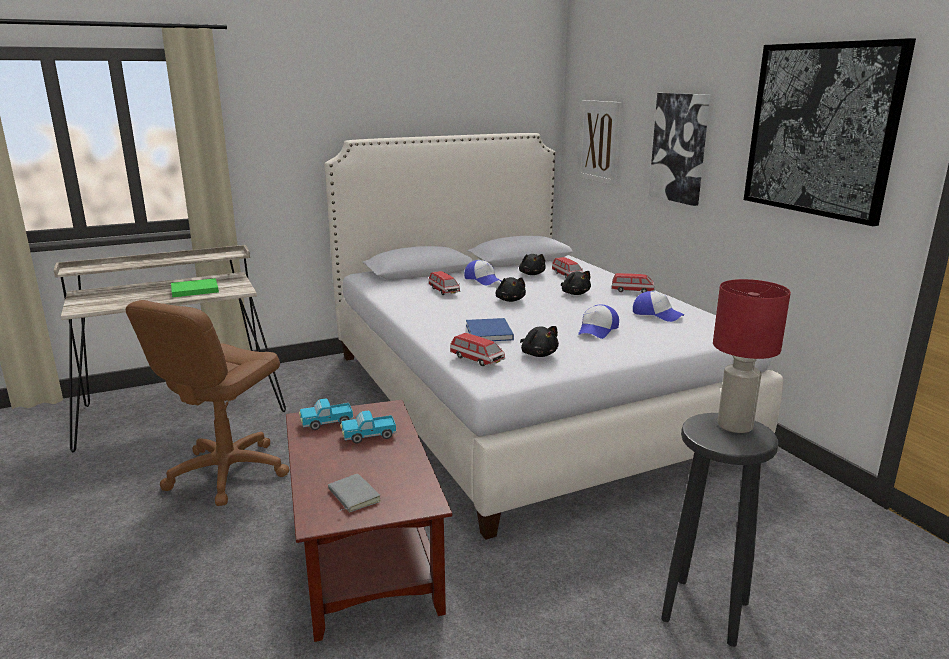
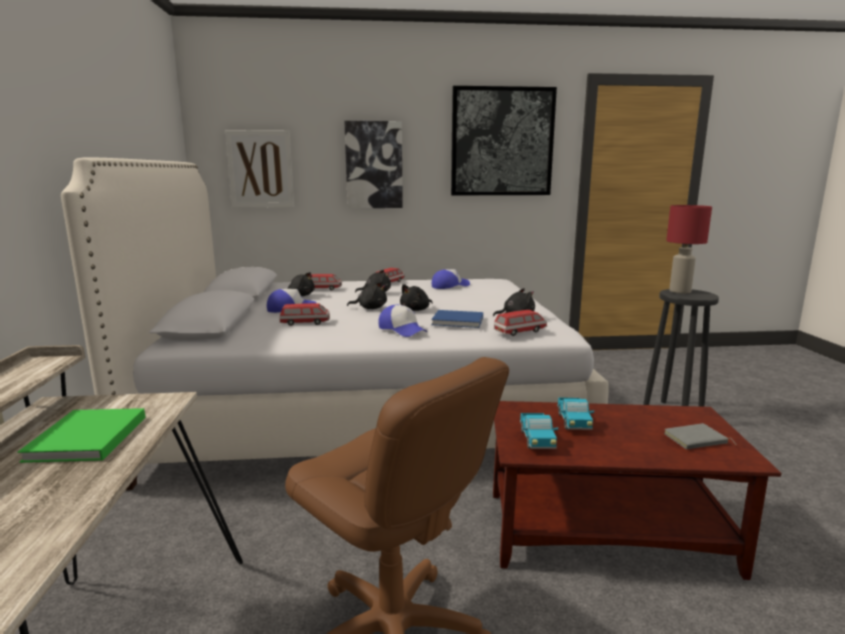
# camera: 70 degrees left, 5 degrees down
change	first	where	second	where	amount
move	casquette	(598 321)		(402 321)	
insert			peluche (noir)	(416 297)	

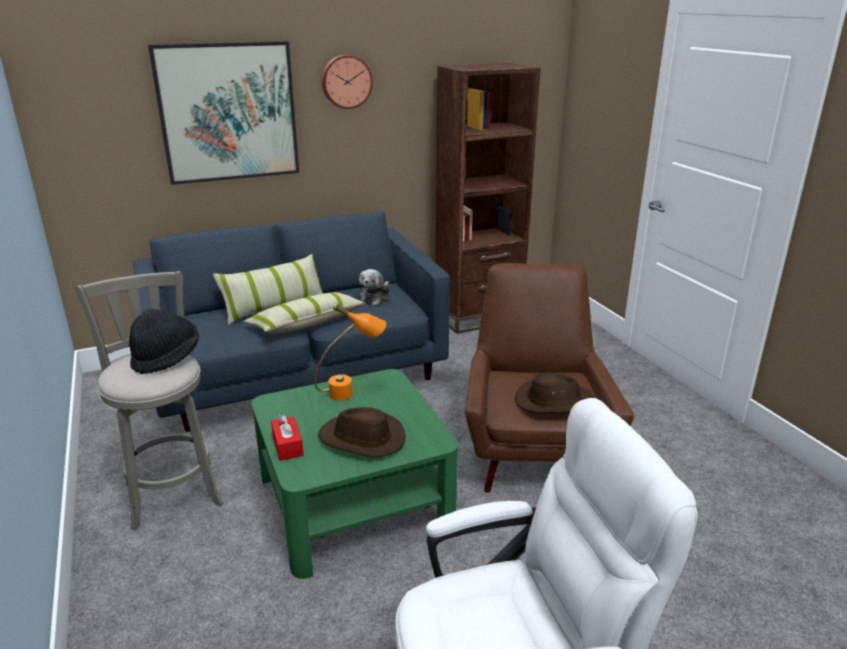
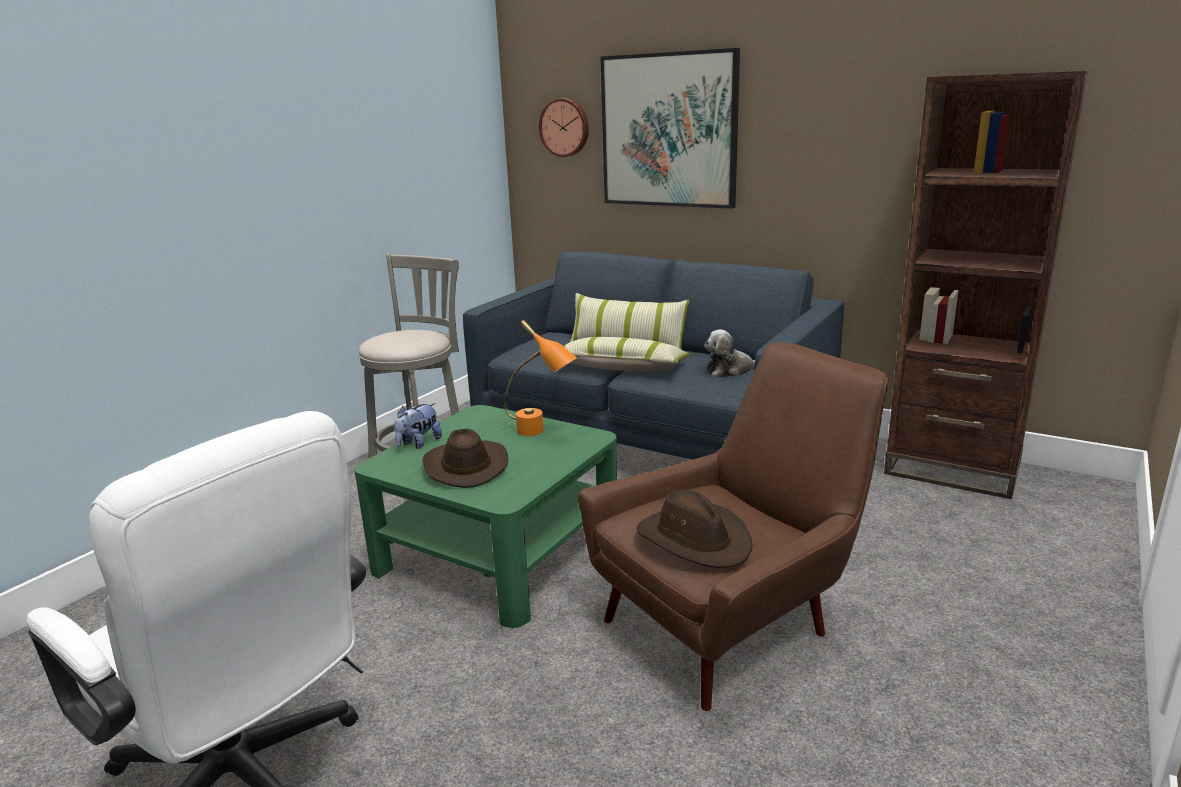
# camera: 55 degrees right, 5 degrees down
change	first	where	second	where	amount
replace	boîte à mouchoirs (rouge)	(287 437)	peluche	(418 426)	
move	horloge murale	(347 81)		(564 127)	
delete	chapeau (noir)	(164 341)			

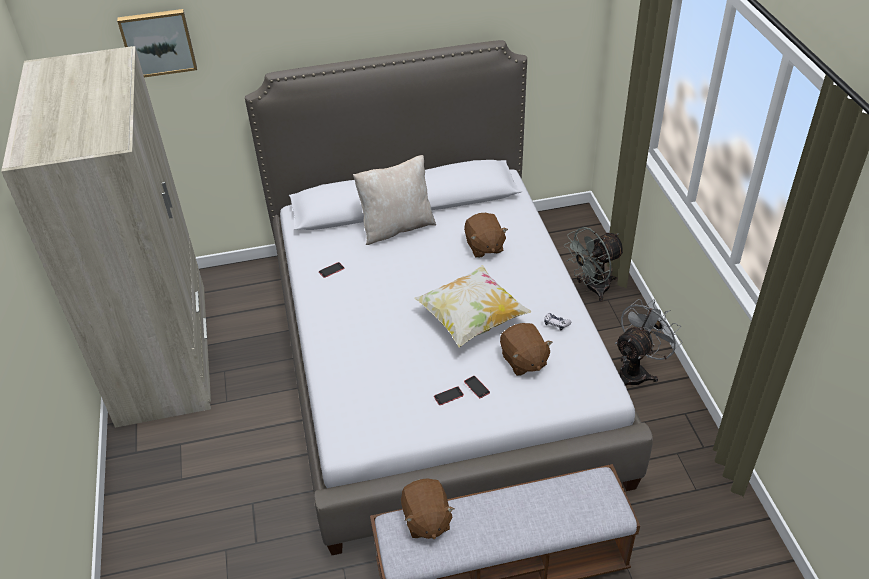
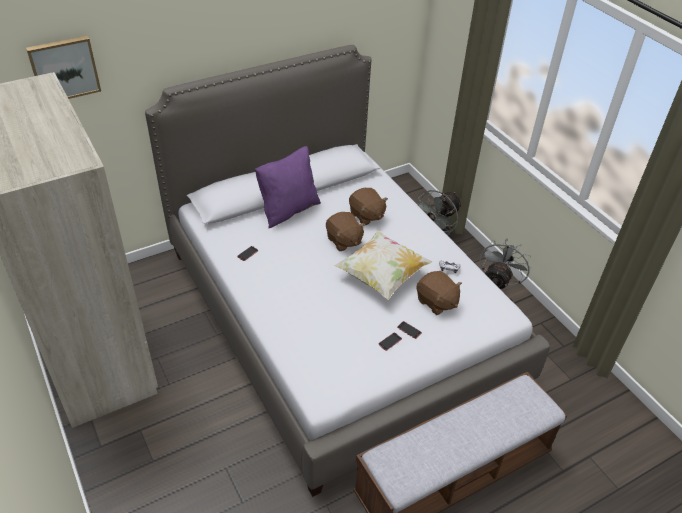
# camera: 20 degrees left, 0 degrees up
change	first	where	second	where	amount
recolor	coussin (beige)	(394 200)	coussin (violet)	(288 187)	
move	peluche (marron)	(427 508)		(346 231)	

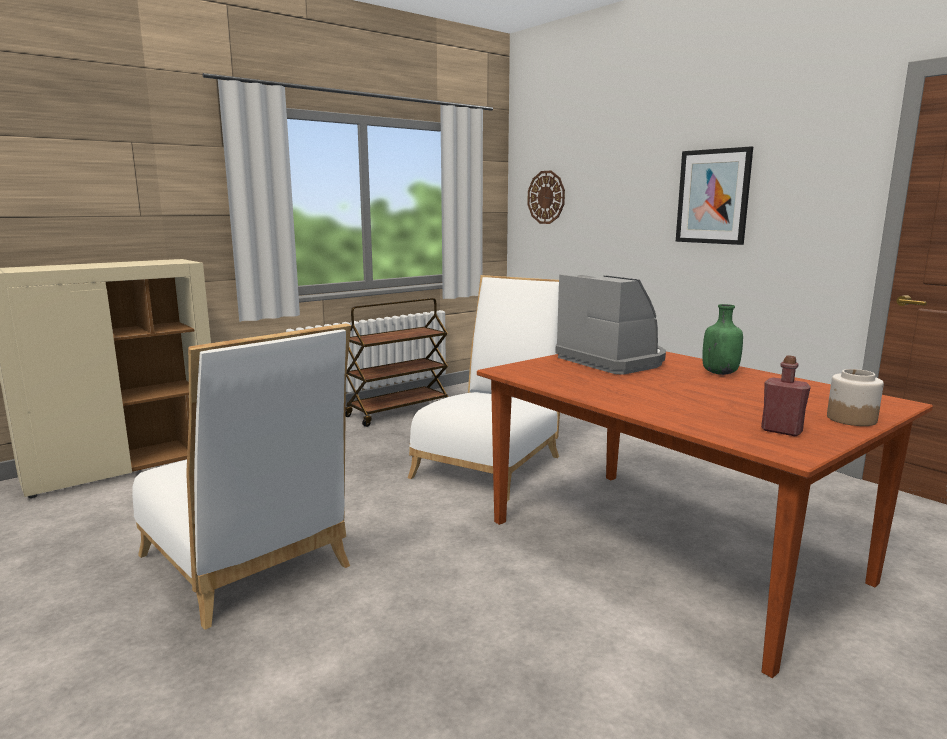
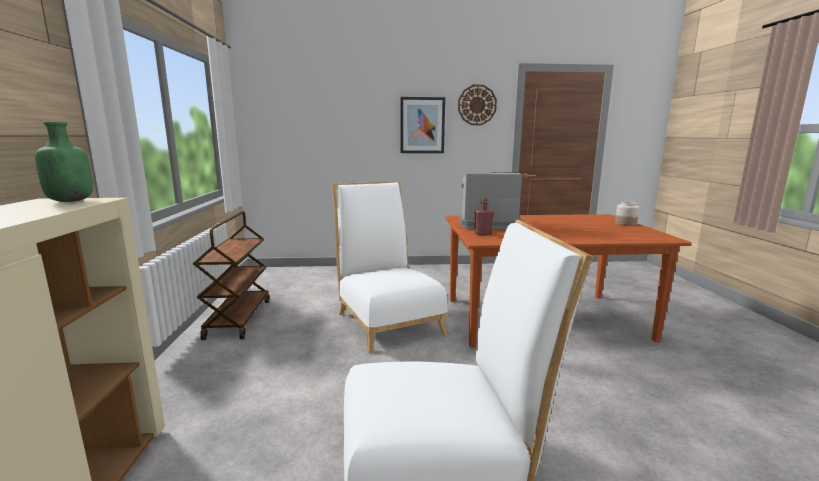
# camera: 55 degrees left, 0 degrees up
change	first	where	second	where	amount
move	bouteille (vert)	(722 339)		(64 162)	
move	horloge murale	(546 197)		(477 105)	
move	bouteille (rouge)	(786 396)		(484 216)	

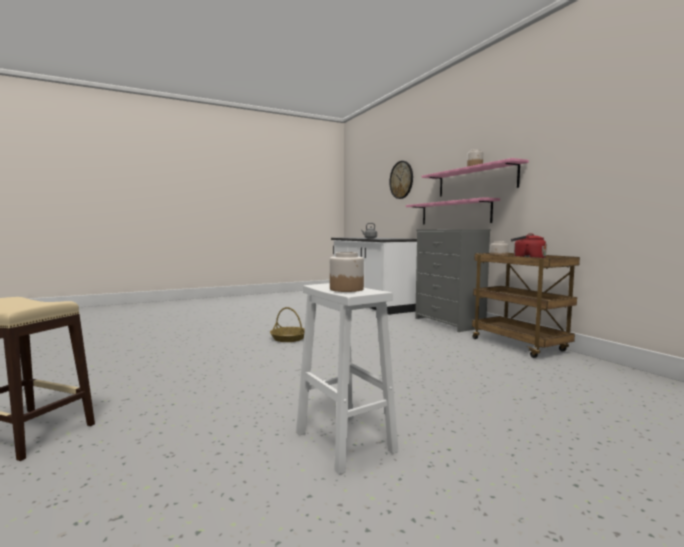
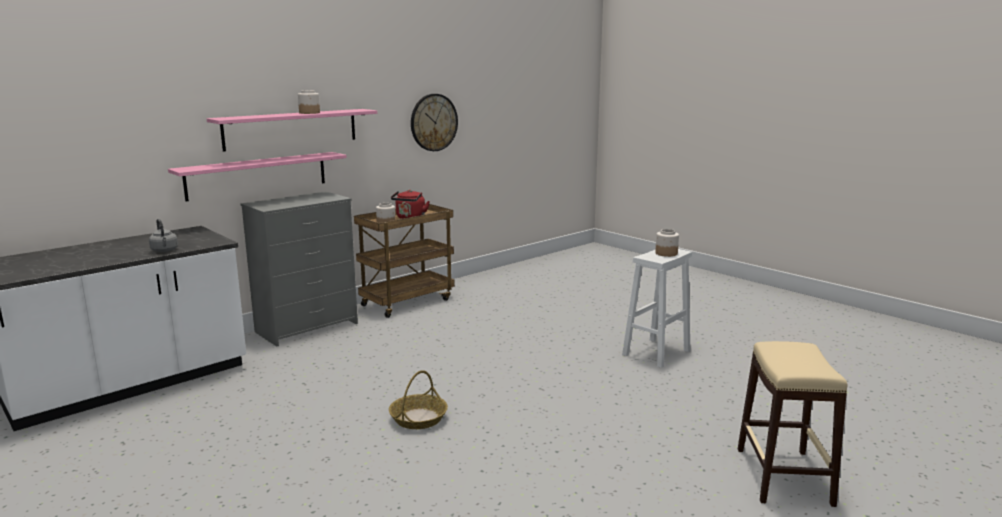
# camera: 105 degrees left, 10 degrees up
change	first	where	second	where	amount
move	horloge murale	(401 180)		(434 122)	

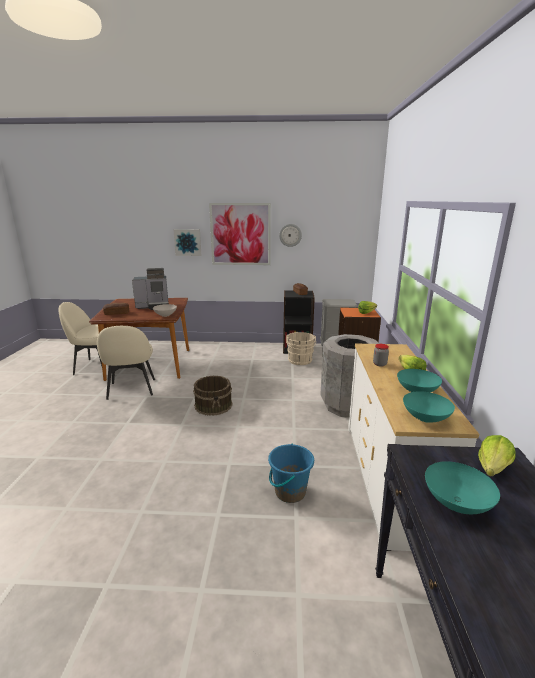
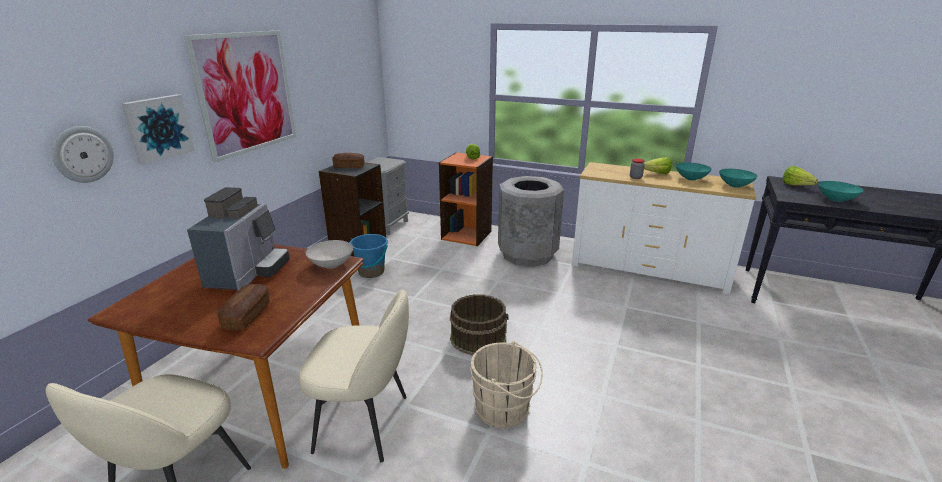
# camera: 70 degrees left, 5 degrees up
change	first	where	second	where	amount
move	horloge murale	(290 235)		(83 154)	
move	seau (bleu)	(291 473)		(369 256)	
move	seau (beige)	(301 348)		(507 385)	

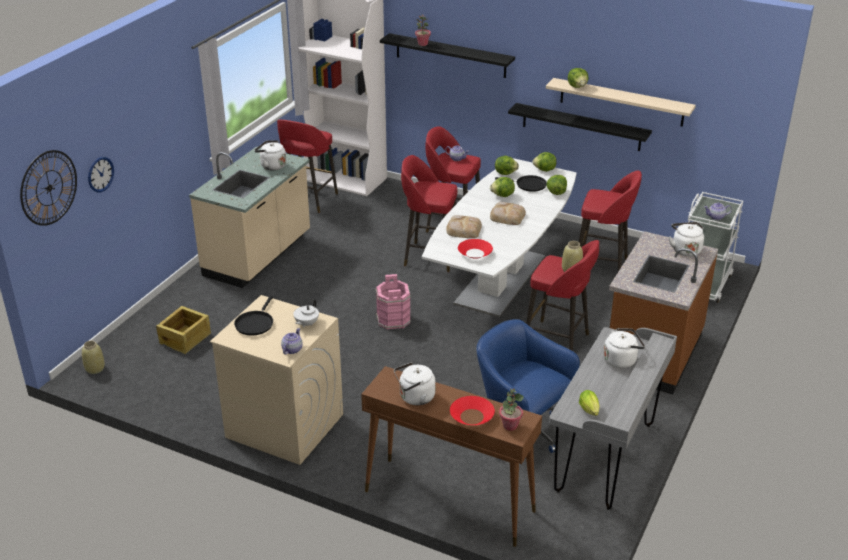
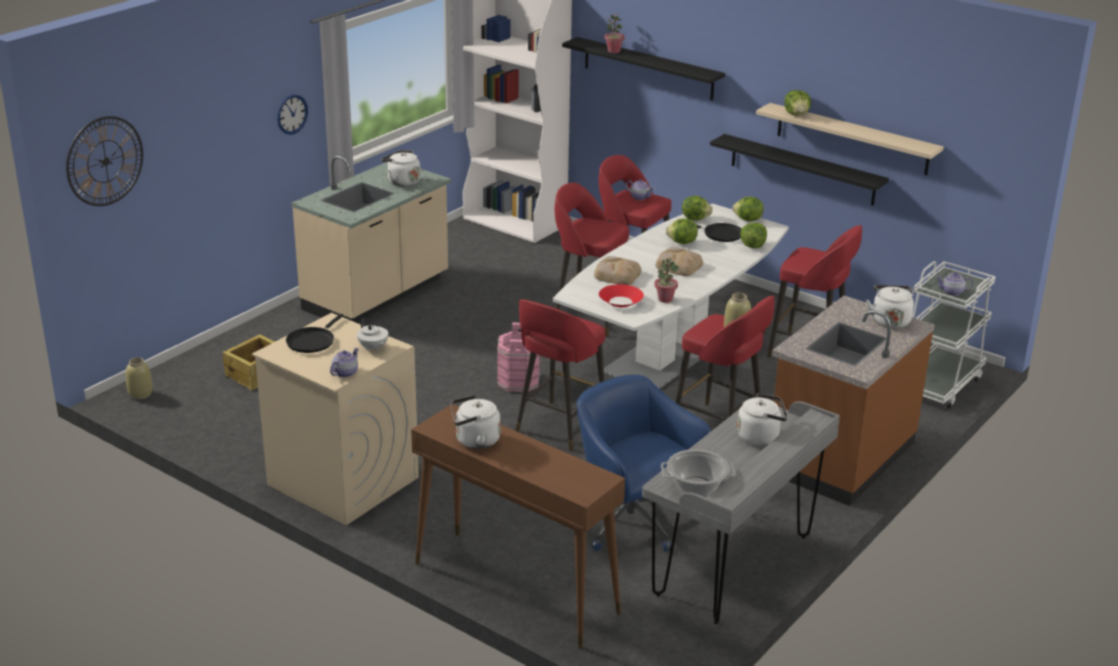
# camera: 10 degrees right, 5 degrees down
change	first	where	second	where	amount
move	horloge murale	(101 174)		(292 114)	
rotate	théière (blanc)	(306 313)		(372 334)	75 degrees counterclockwise
move	tabouret (rouge)	(307 166)		(560 375)	
move	plante en pot	(511 409)		(666 280)	
replace	laitue	(589 403)	marmite	(698 472)	
delete	bol (rouge)	(472 410)			

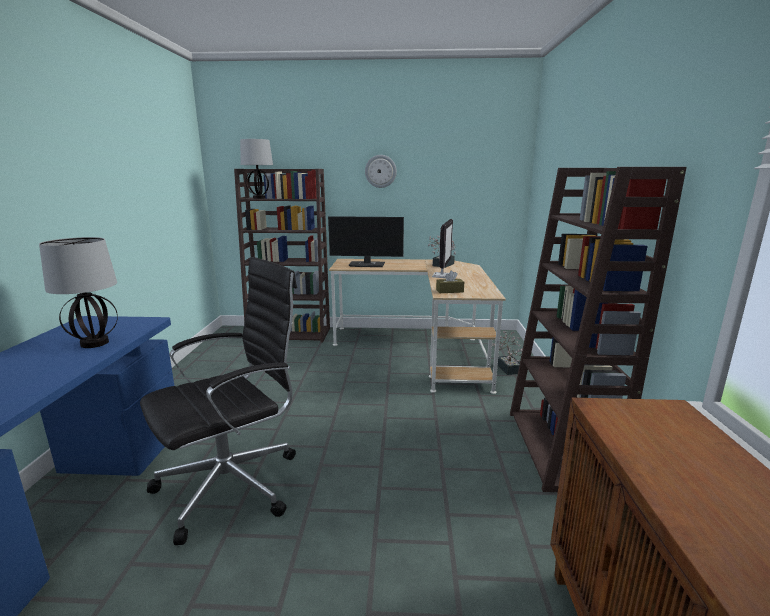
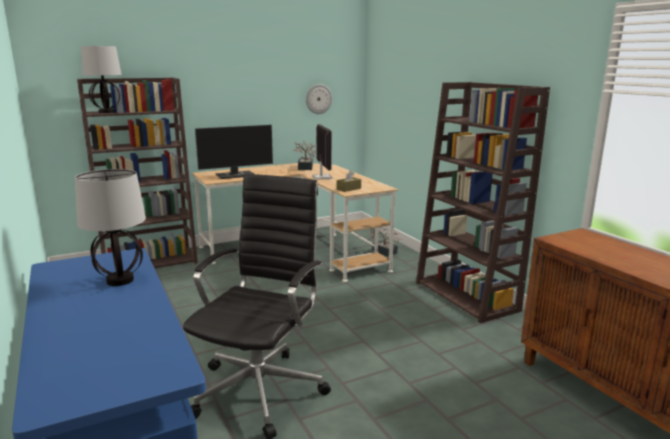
# camera: 30 degrees left, 0 degrees up
change	first	where	second	where	amount
move	horloge murale	(381 171)		(319 99)	

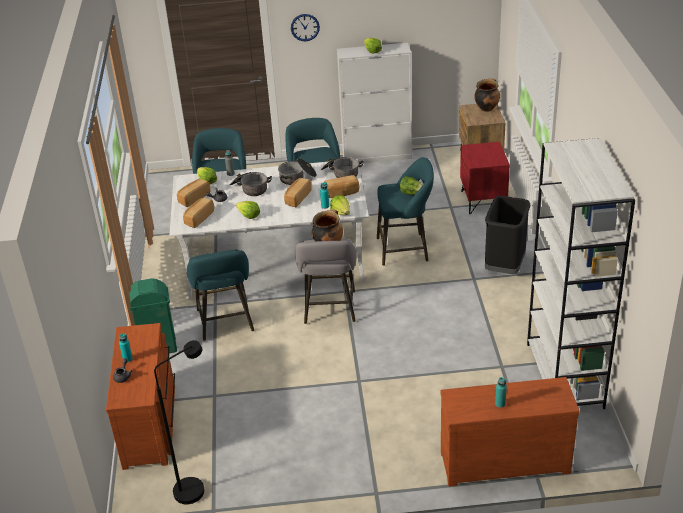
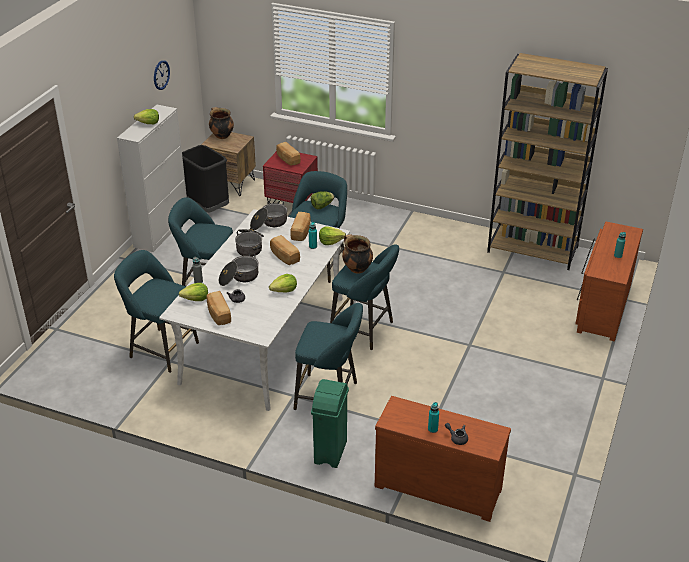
# camera: 65 degrees left, 0 degrees up
change	first	where	second	where	amount
move	horloge murale	(305 27)		(162 75)	
move	poubelle (noir)	(507 235)		(205 179)	
move	pain	(198 213)		(288 154)	
recolor	tabouret (gris)	(326 281)	tabouret (turquoise)	(364 297)	
recolor	bibliothèque (blanc)	(581 273)	bibliothèque (marron)	(547 161)	
delete	lampadaire (noir)	(179 422)			

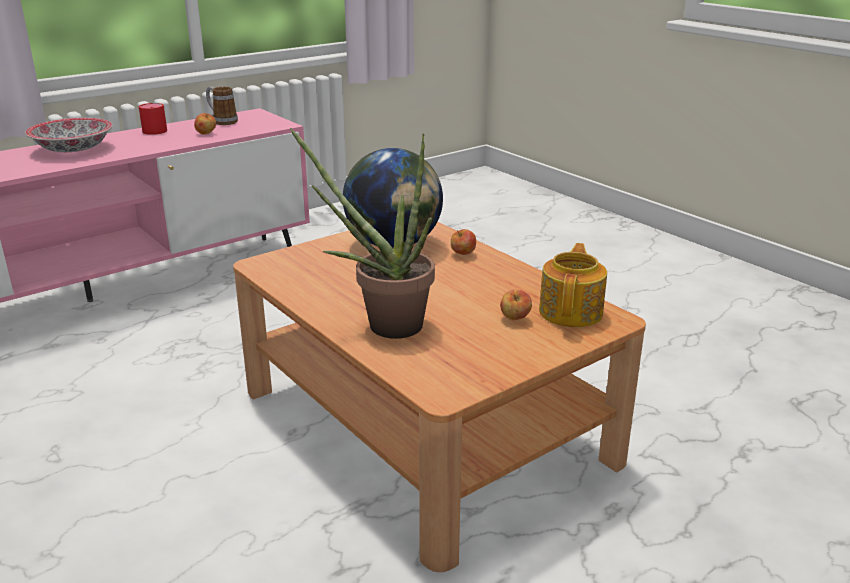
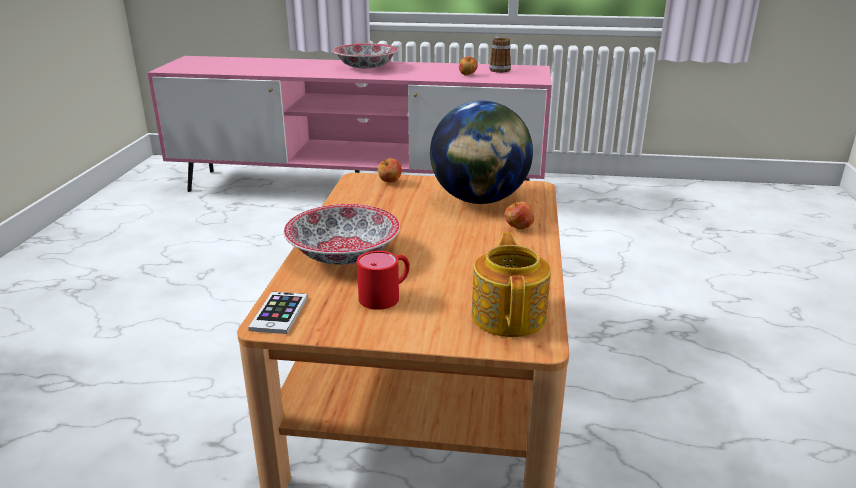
# camera: 45 degrees right, 0 degrees up
change	first	where	second	where	amount
insert			téléphone	(278 313)	
replace	plante en pot	(362 233)	bol	(341 234)	
move	mug (rouge)	(153 119)		(383 280)	
move	pomme	(516 305)		(390 170)	
rotate	théière	(573 285)		(511 284)	60 degrees counterclockwise

